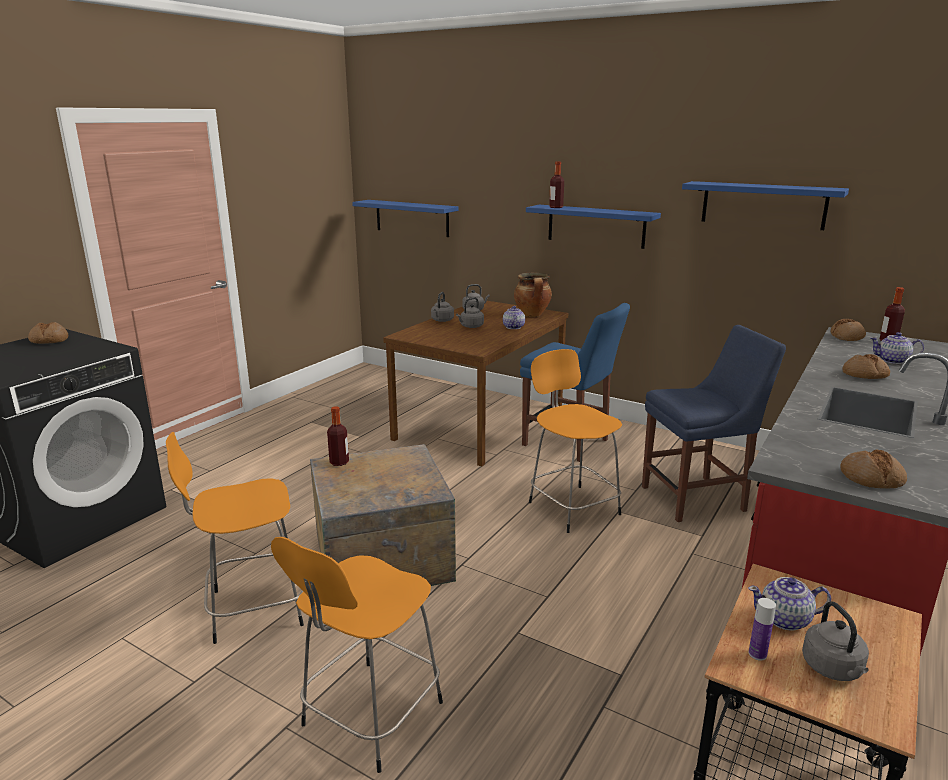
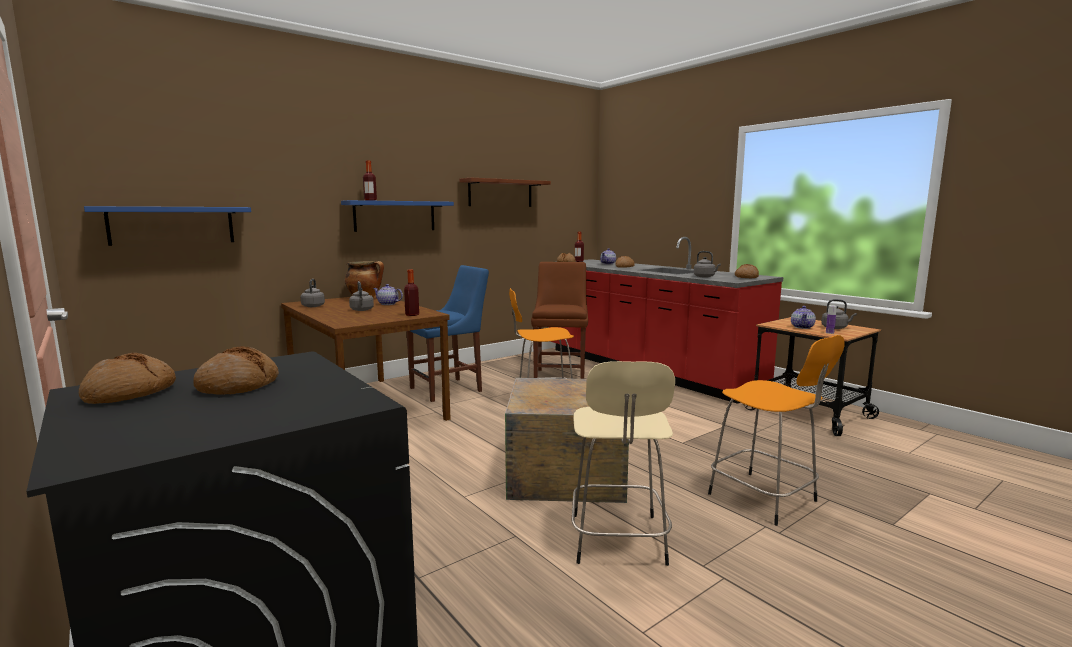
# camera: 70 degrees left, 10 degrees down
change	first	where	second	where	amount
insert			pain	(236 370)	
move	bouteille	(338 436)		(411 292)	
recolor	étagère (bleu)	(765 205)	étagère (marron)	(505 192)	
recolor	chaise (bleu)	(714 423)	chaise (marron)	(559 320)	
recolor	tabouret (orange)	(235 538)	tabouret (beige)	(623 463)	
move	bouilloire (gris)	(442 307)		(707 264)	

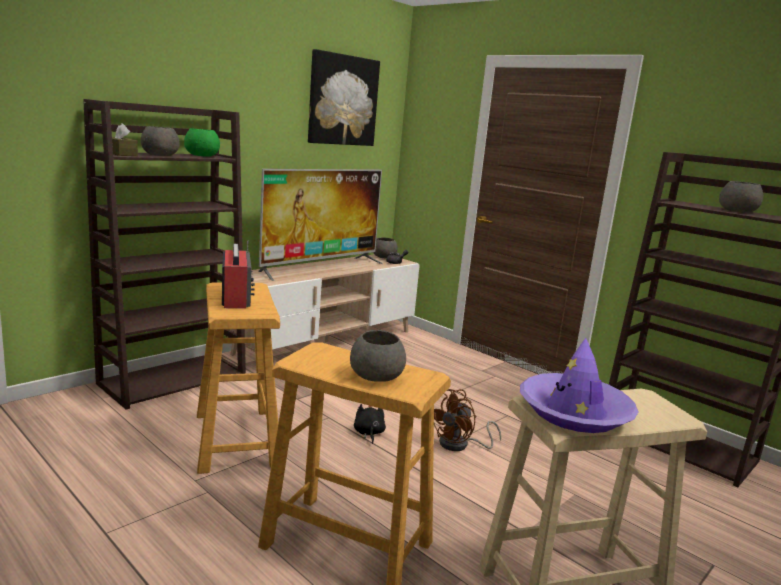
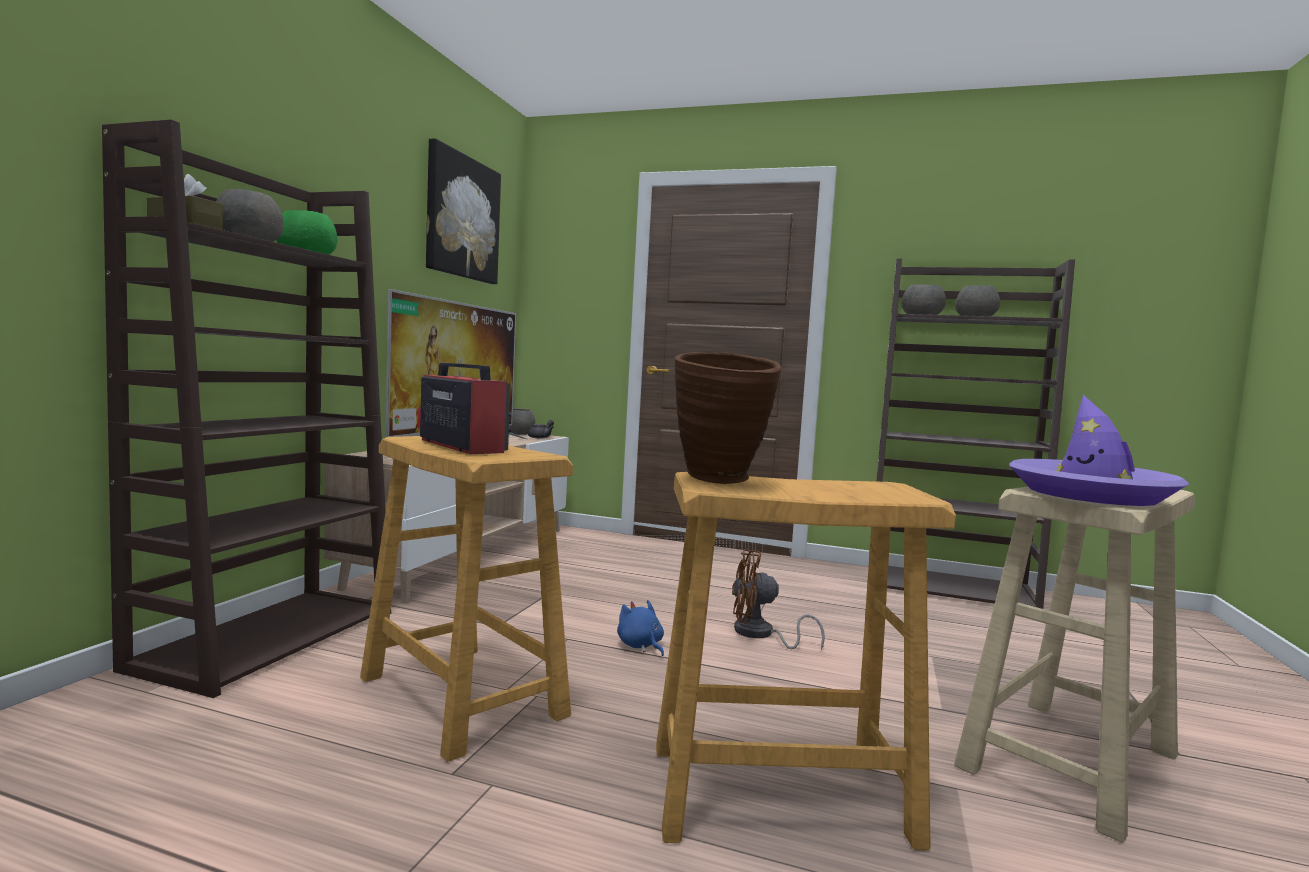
# camera: 25 degrees left, 10 degrees down
change	first	where	second	where	amount
recolor	peluche (noir)	(370 424)	peluche (bleu)	(640 628)	
insert			vase (marron)	(728 418)	
rotate	ventilateur (marron)	(467 420)		(778 599)	75 degrees clockwise
move	bol (gris)	(378 356)		(924 299)	

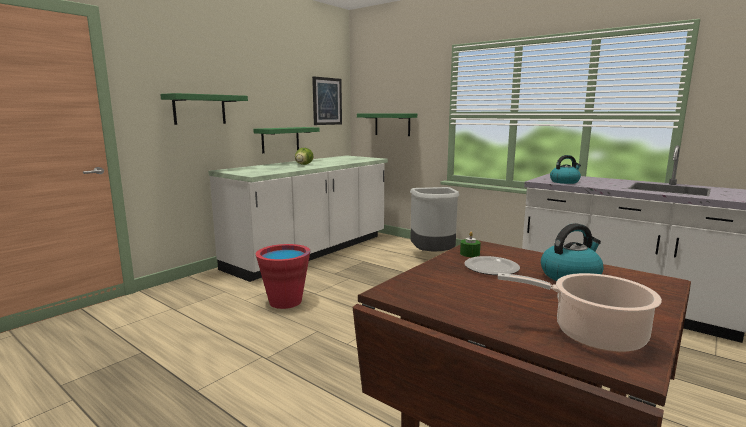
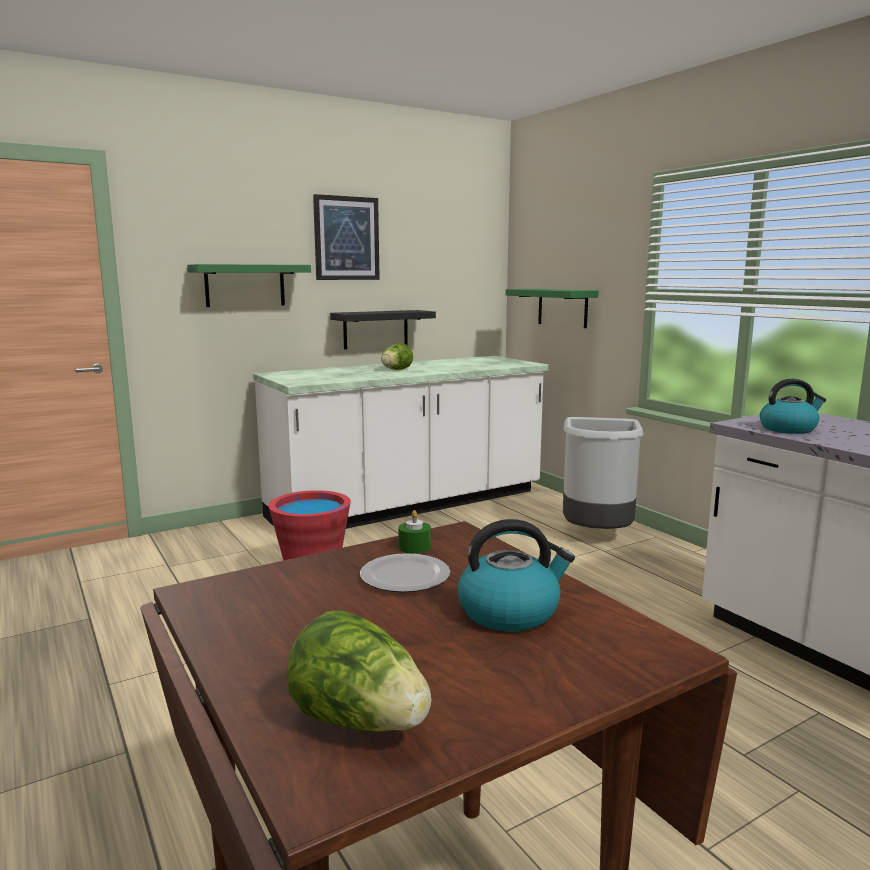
# camera: 20 degrees right, 0 degrees up
change	first	where	second	where	amount
replace	marmite	(580 312)	laitue	(359 671)	
move	tableau	(327 100)		(346 237)	
recolor	étagère (vert)	(286 140)	étagère (noir)	(383 330)	

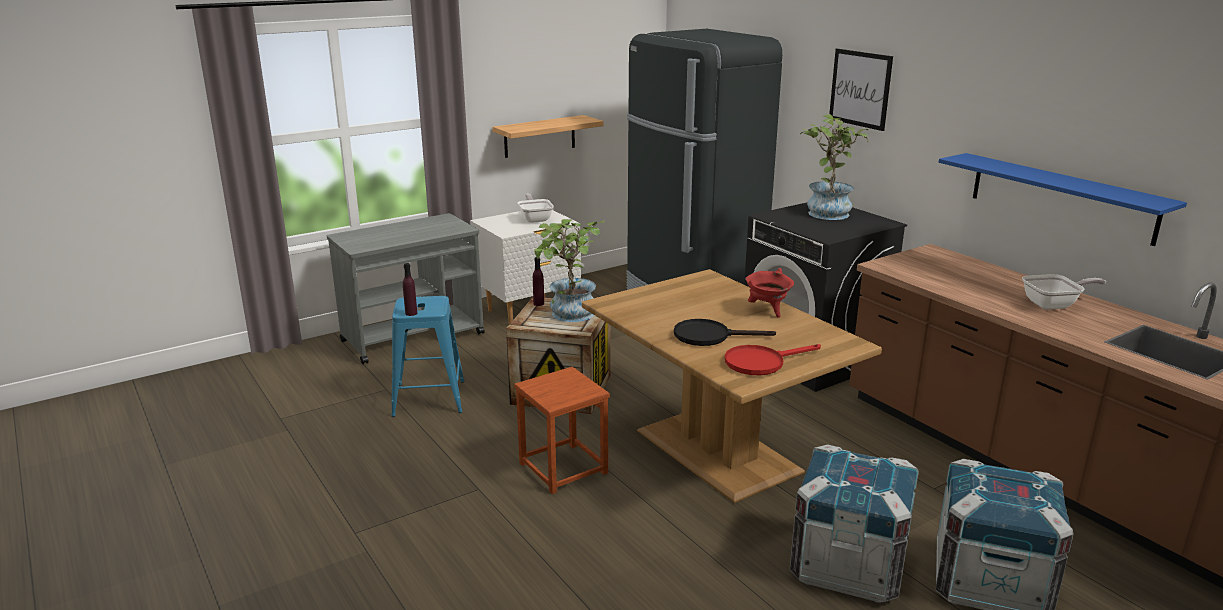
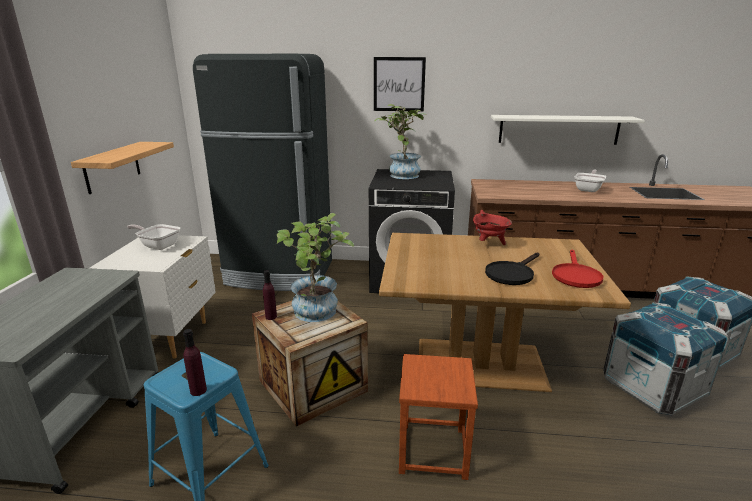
# camera: 50 degrees left, 0 degrees up
change	first	where	second	where	amount
recolor	étagère (bleu)	(1063 199)	étagère (blanc)	(568 130)	

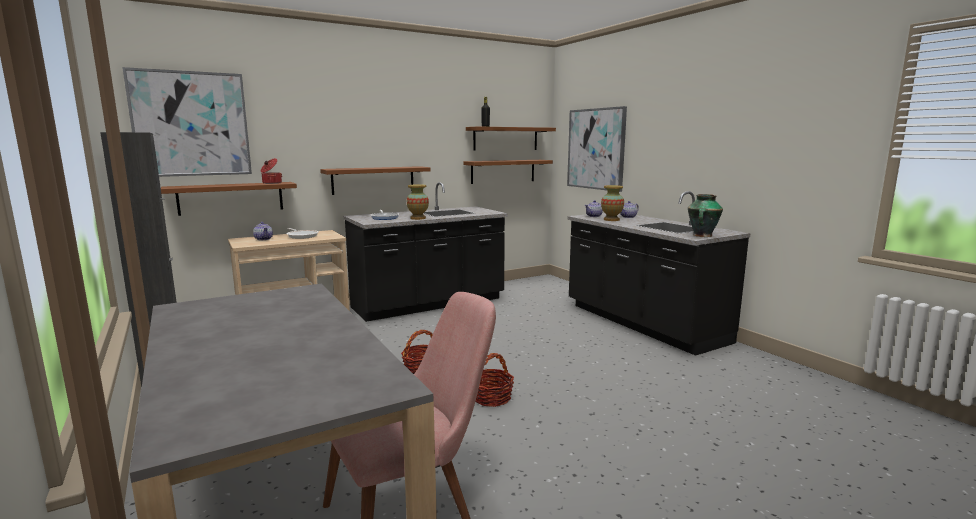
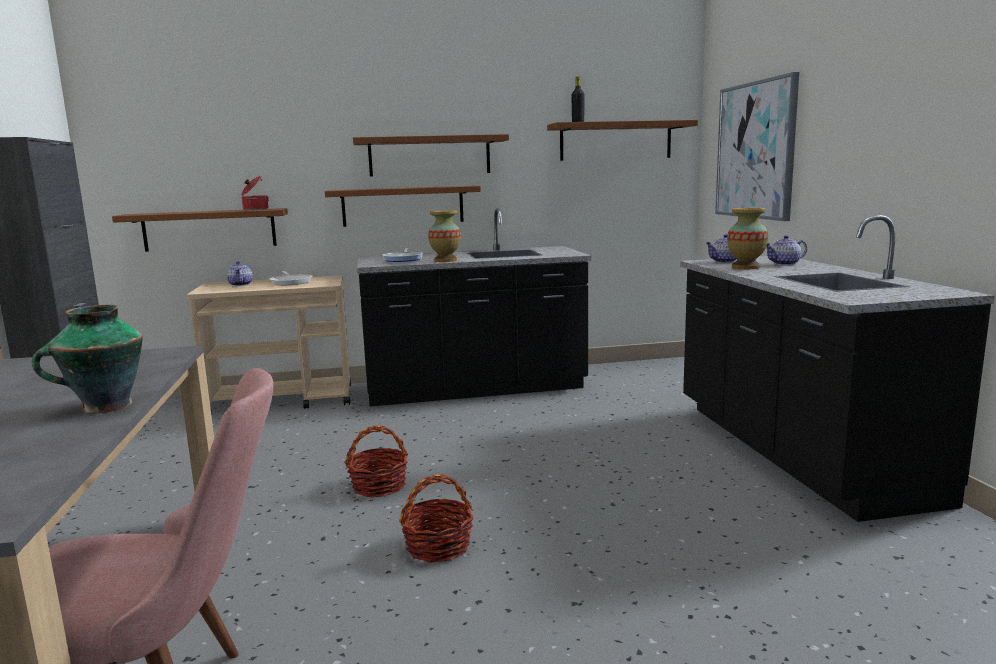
# camera: 20 degrees right, 0 degrees up
change	first	where	second	where	amount
move	vase	(705 215)		(87 359)	
move	étagère (marron)	(508 172)		(431 155)	
delete	tableau	(187 122)			

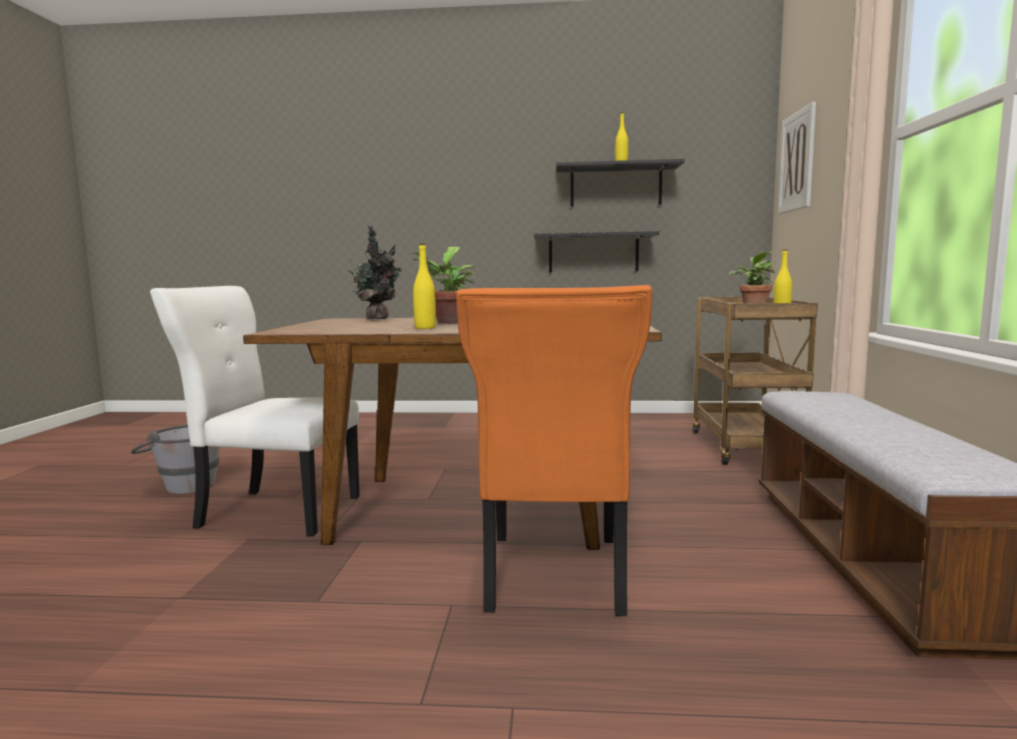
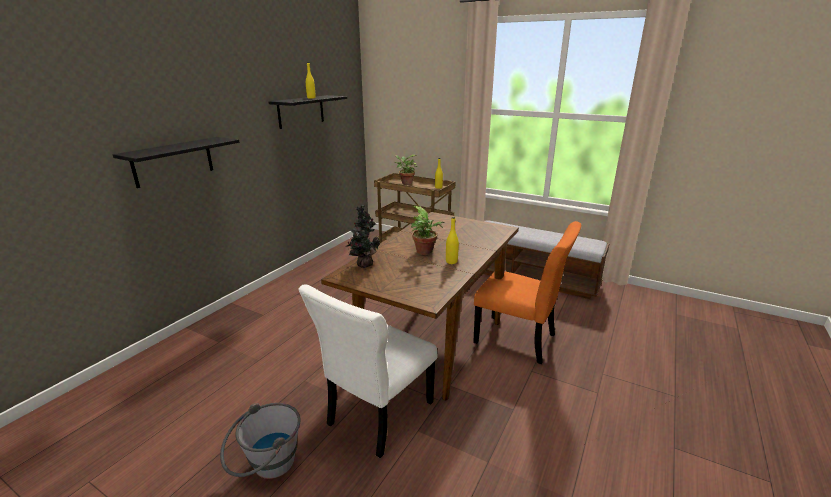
# camera: 65 degrees left, 15 degrees up
change	first	where	second	where	amount
move	étagère (noir)	(596 251)		(176 162)	
delete	tableau	(797 158)			

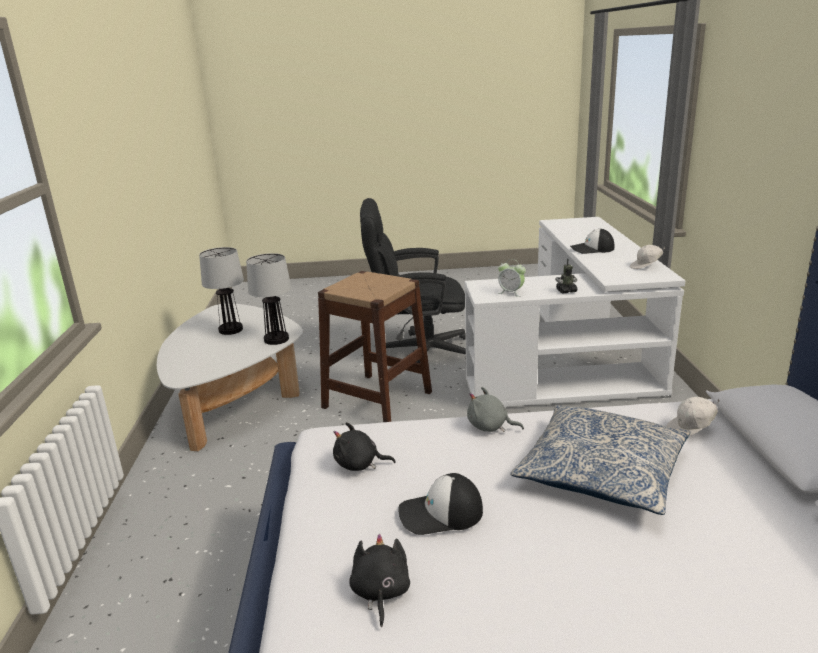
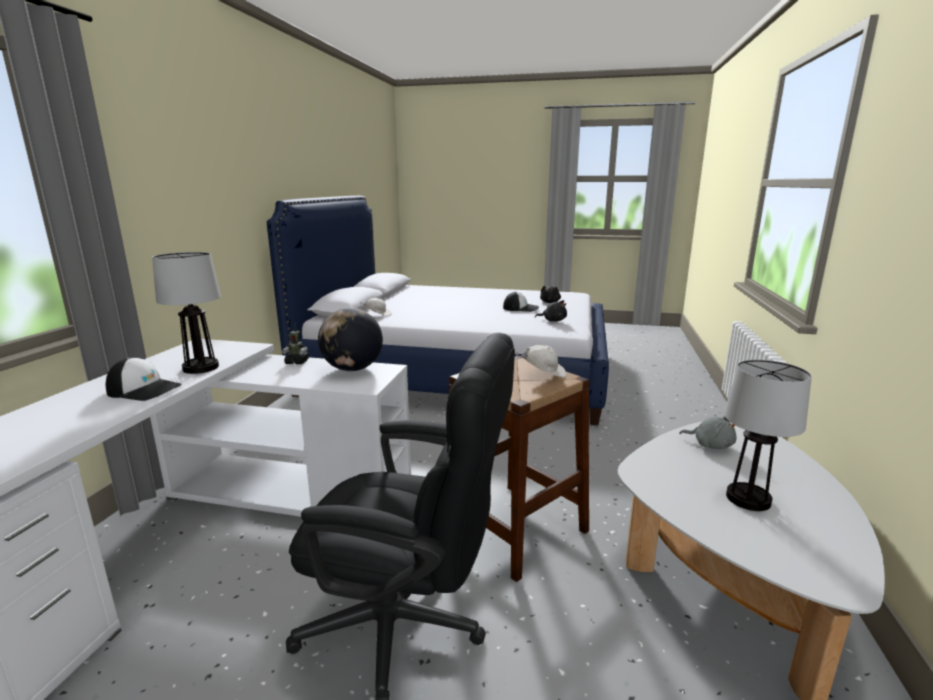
# camera: 165 degrees left, 5 degrees down
change	first	where	second	where	amount
move	lampe de table	(268 299)		(186 313)	
replace	réveil	(512 278)	globe	(350 339)	
move	casquette (blanc)	(647 257)		(541 361)	
move	peluche (gris)	(495 409)		(708 432)	
delete	coussin	(600 460)			

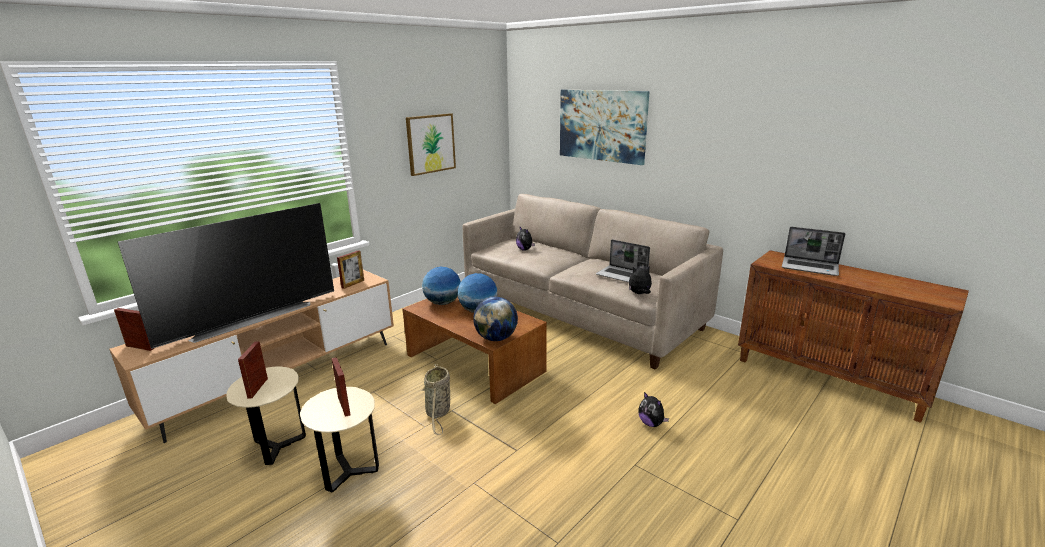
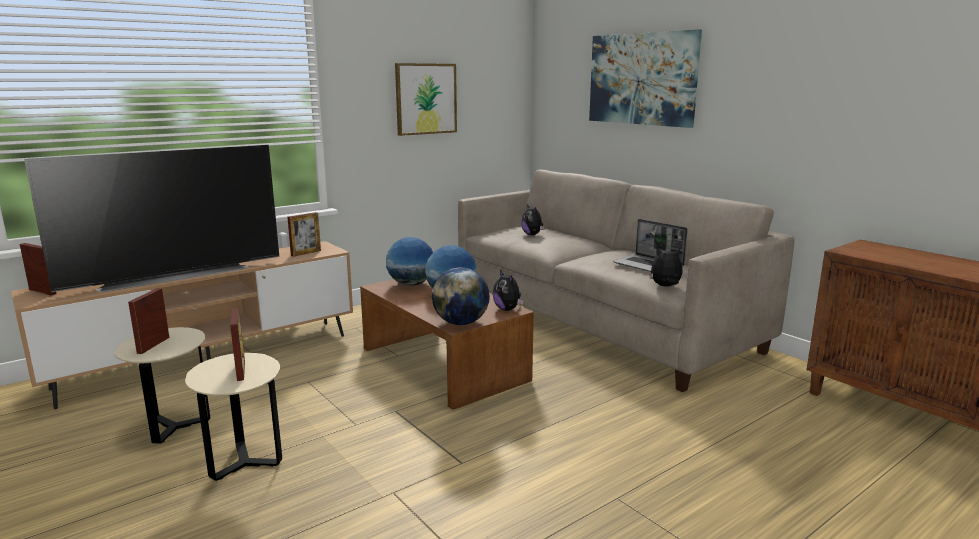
# camera: 10 degrees right, 5 degrees down
change	first	where	second	where	amount
move	peluche	(653 409)		(508 290)	
delete	panier	(436 399)			
delete	ordinateur portable	(813 251)			

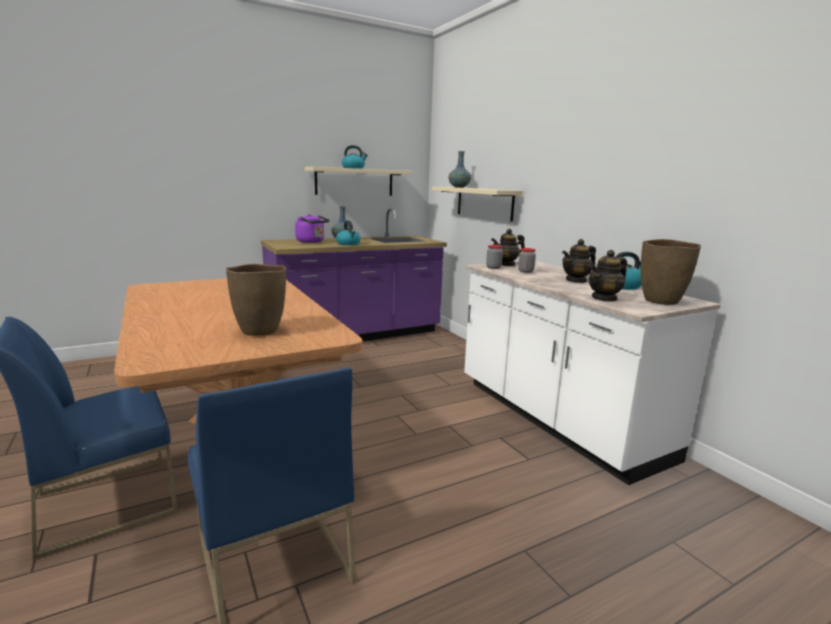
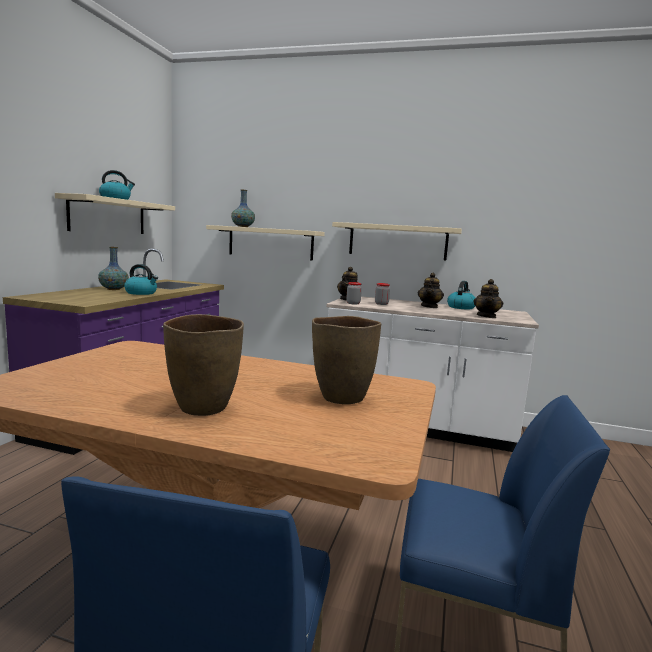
# camera: 45 degrees left, 5 degrees down
change	first	where	second	where	amount
move	vase (marron)	(671 272)		(203 365)	
insert			étagère (beige)	(397 241)	
delete	bouilloire (violet)	(312 228)			

